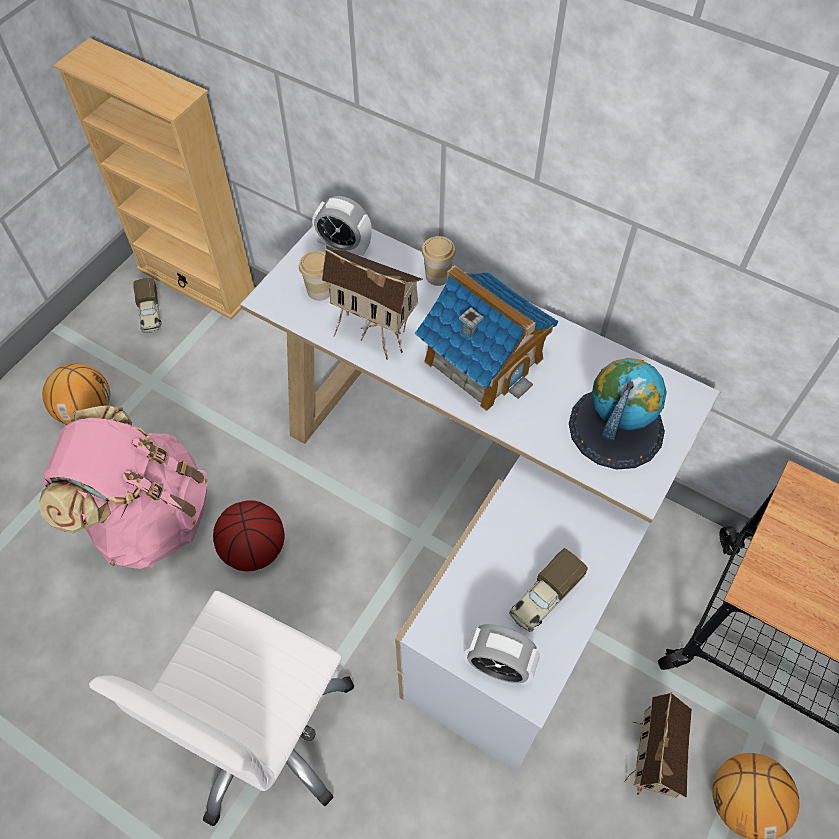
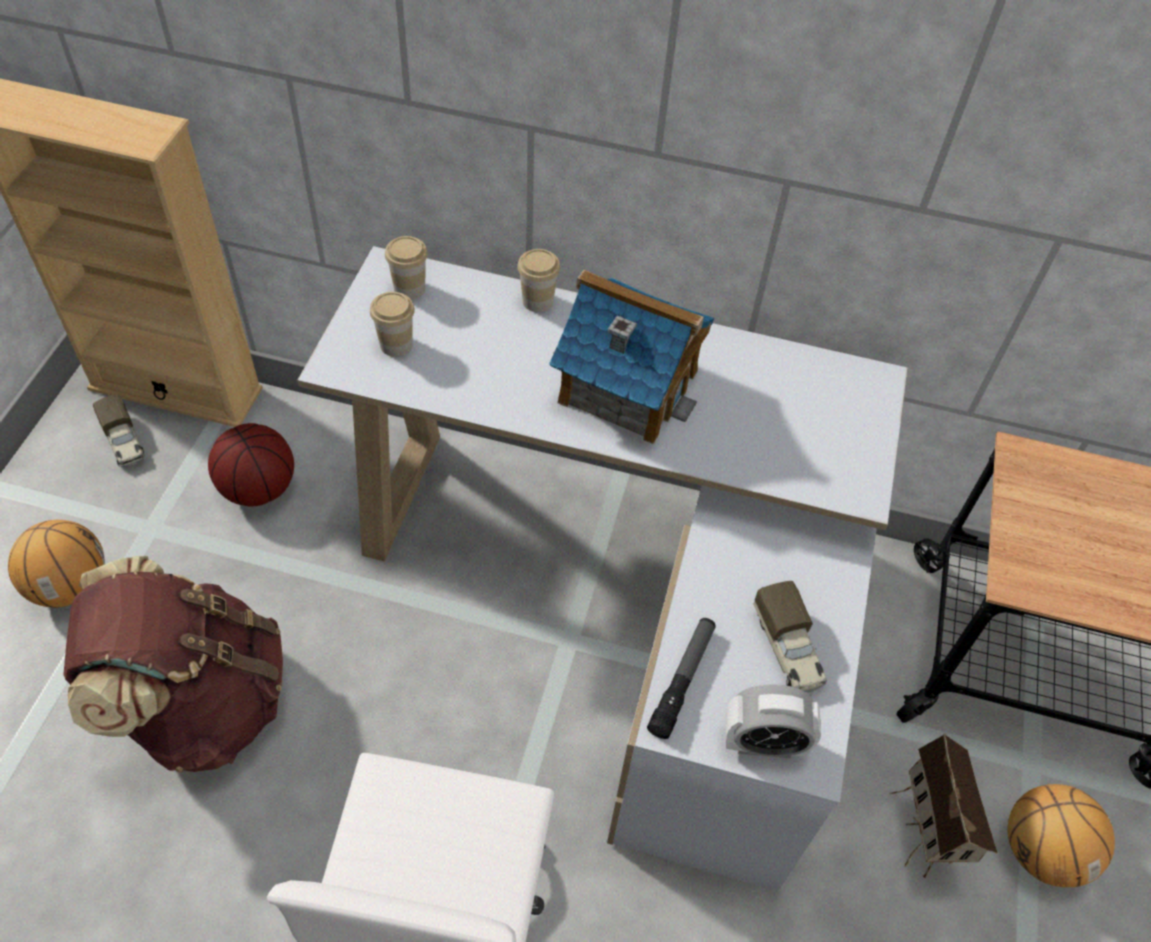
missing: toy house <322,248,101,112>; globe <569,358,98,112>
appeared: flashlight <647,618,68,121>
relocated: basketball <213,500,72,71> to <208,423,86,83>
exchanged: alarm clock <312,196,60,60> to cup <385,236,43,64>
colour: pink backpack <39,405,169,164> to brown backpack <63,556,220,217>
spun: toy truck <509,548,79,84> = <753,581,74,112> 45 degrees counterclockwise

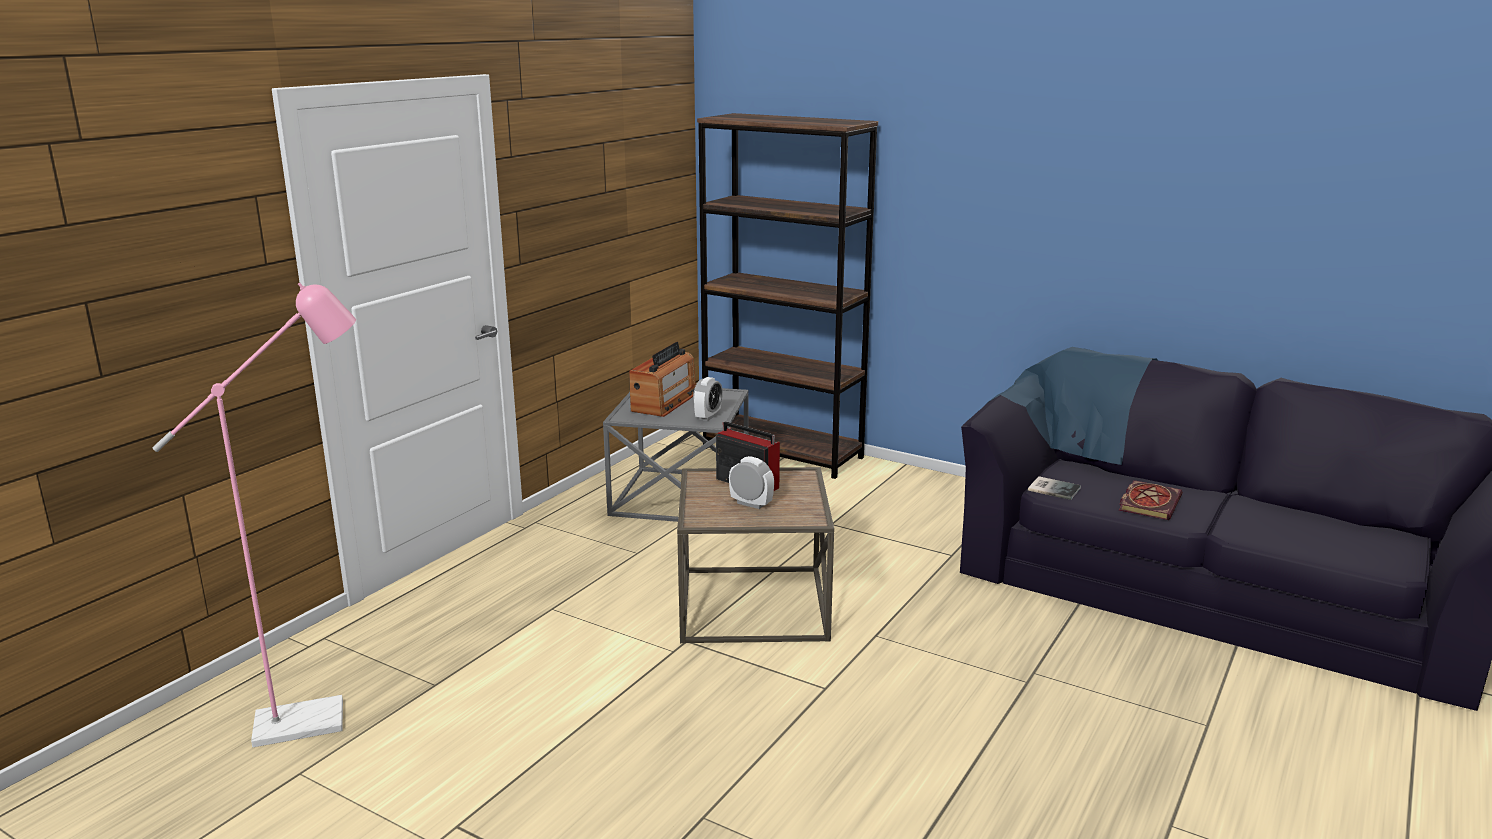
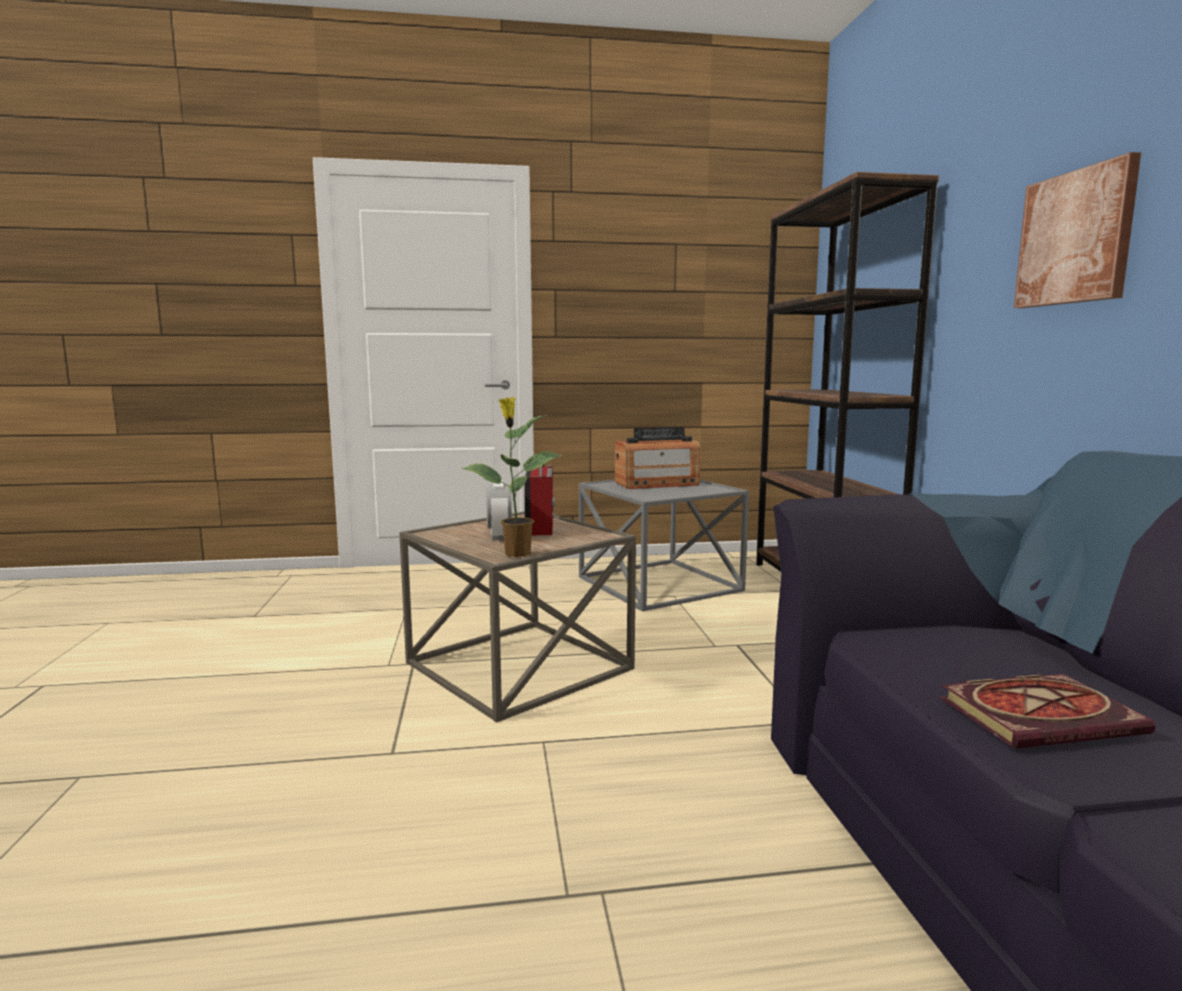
missing: pink floor lamp <152,283,204,464>; alarm clock <693,377,30,44>; book <1028,476,53,24>
appeared: potted plant <461,397,102,160>; picture <1014,152,127,156>

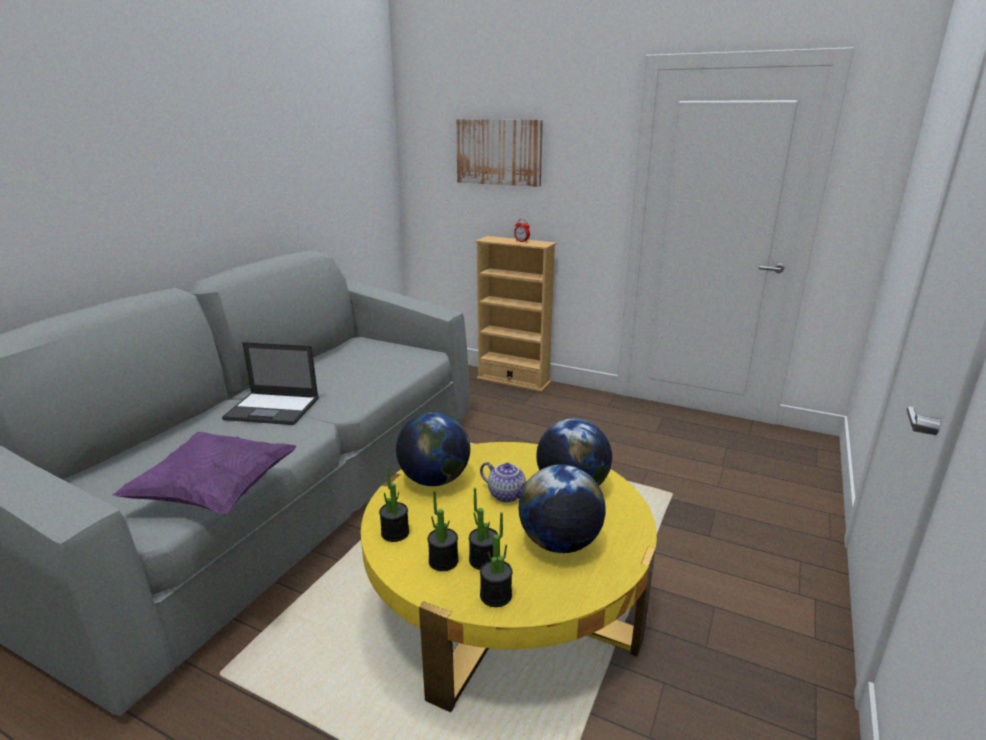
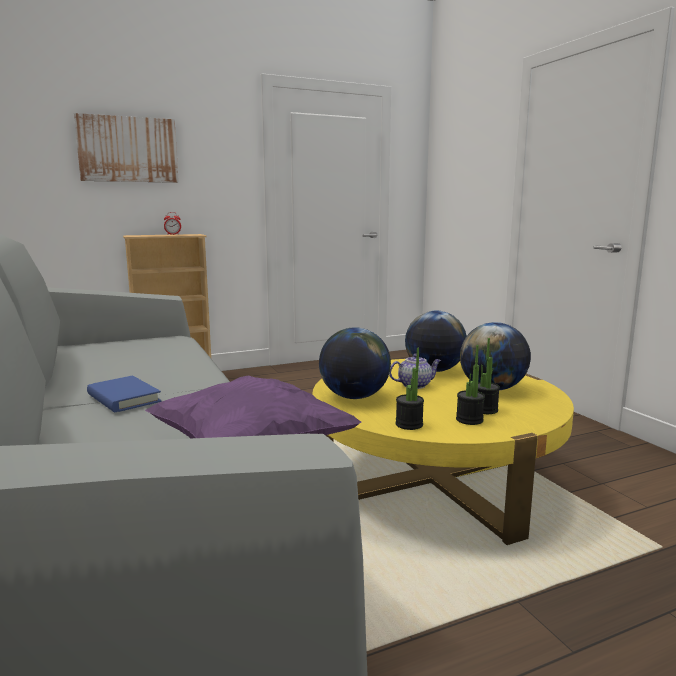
missing: potted plant <480,512,32,95>
exchanged: laptop <222,342,97,83> to blue book <87,376,74,36>

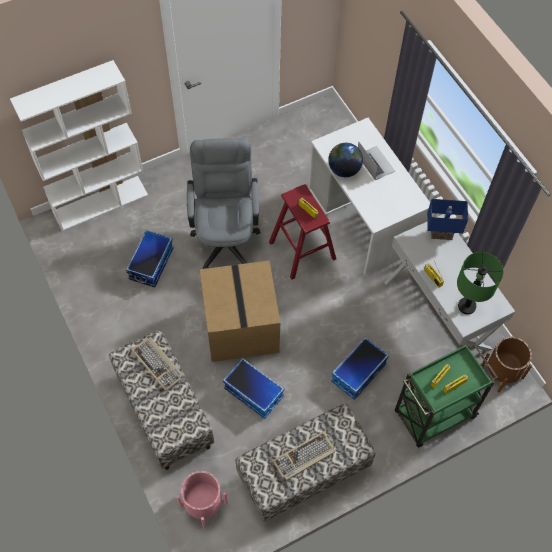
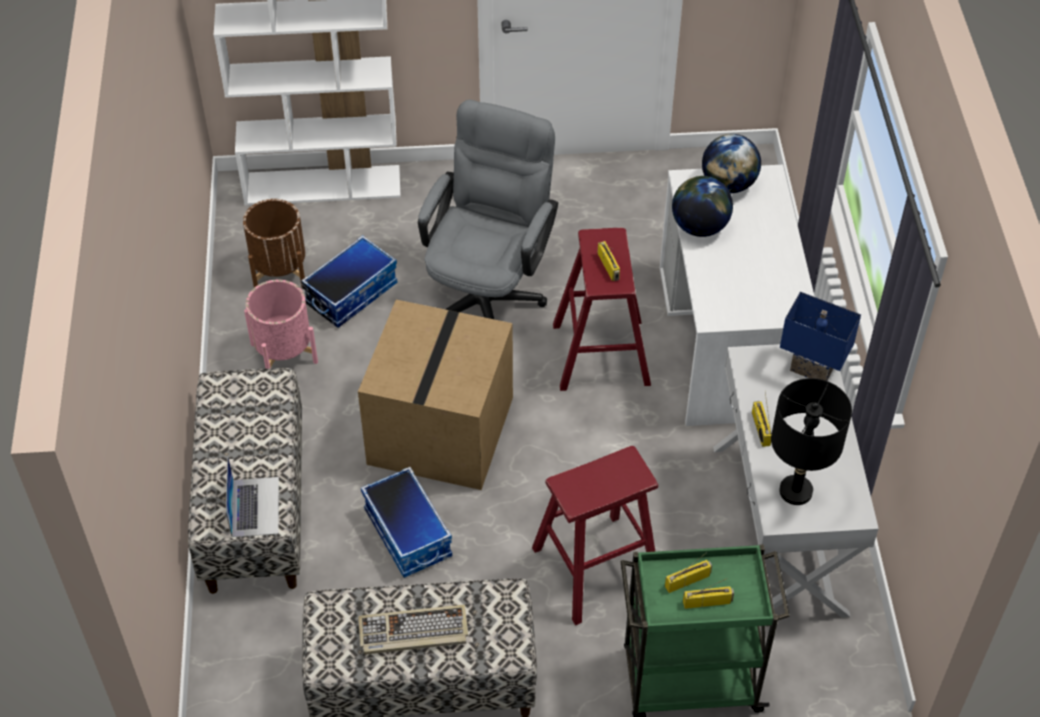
missing: keyboard <131,337,52,54>
appeared: globe <702,134,59,59>
relocated: pink planter <177,471,51,58> to <244,280,74,89>; laptop <358,142,37,38> to <226,455,53,82>; brown planter <481,337,51,56> to <243,199,62,90>
exchanged: storage box <331,337,58,63> to red stool <532,446,126,179>
colour: green table lamp <457,252,47,63> to black table lamp <771,378,81,127>

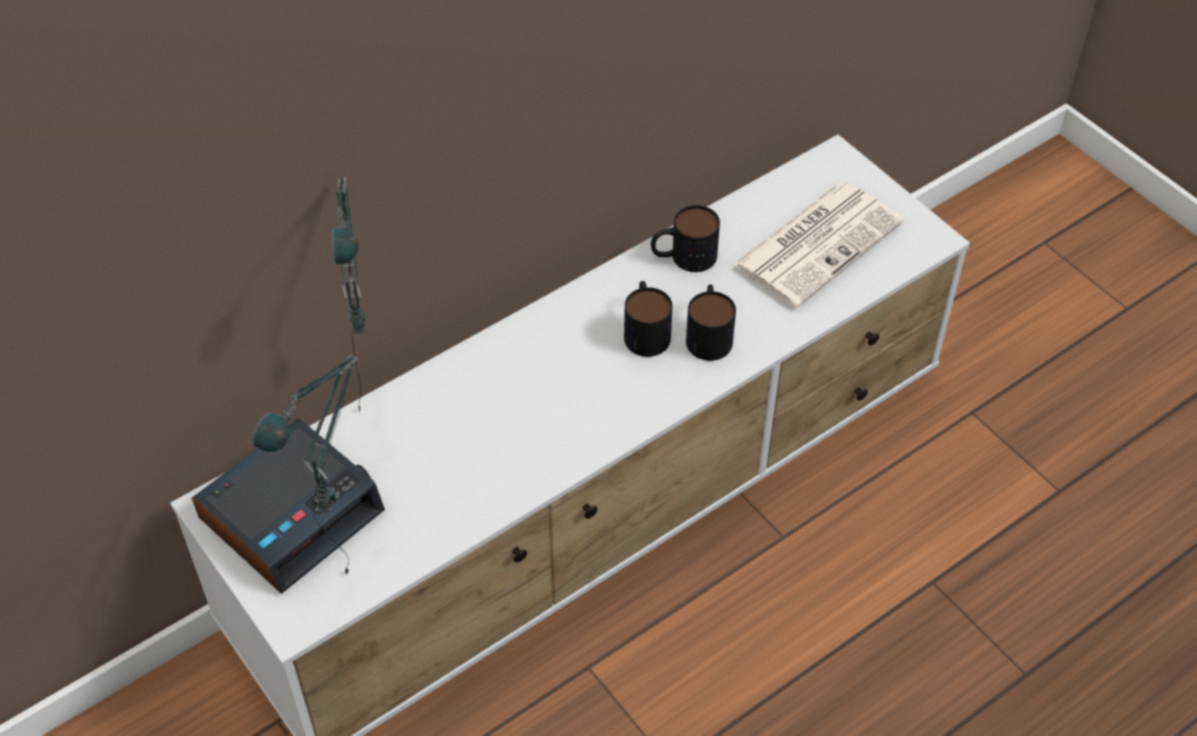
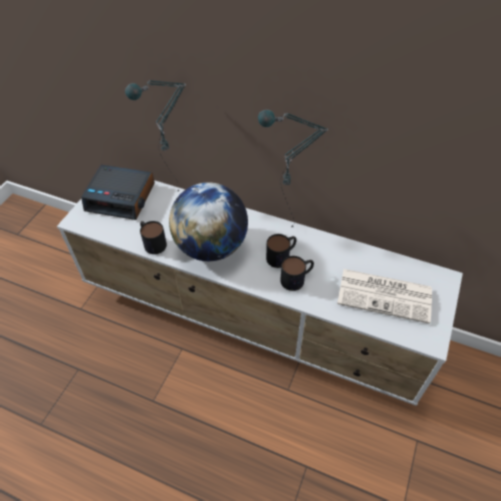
appeared: globe <169,182,79,79>
relocated: table lamp <253,355,105,220> to <258,110,70,117>; mug <651,205,69,67> to <140,221,27,33>

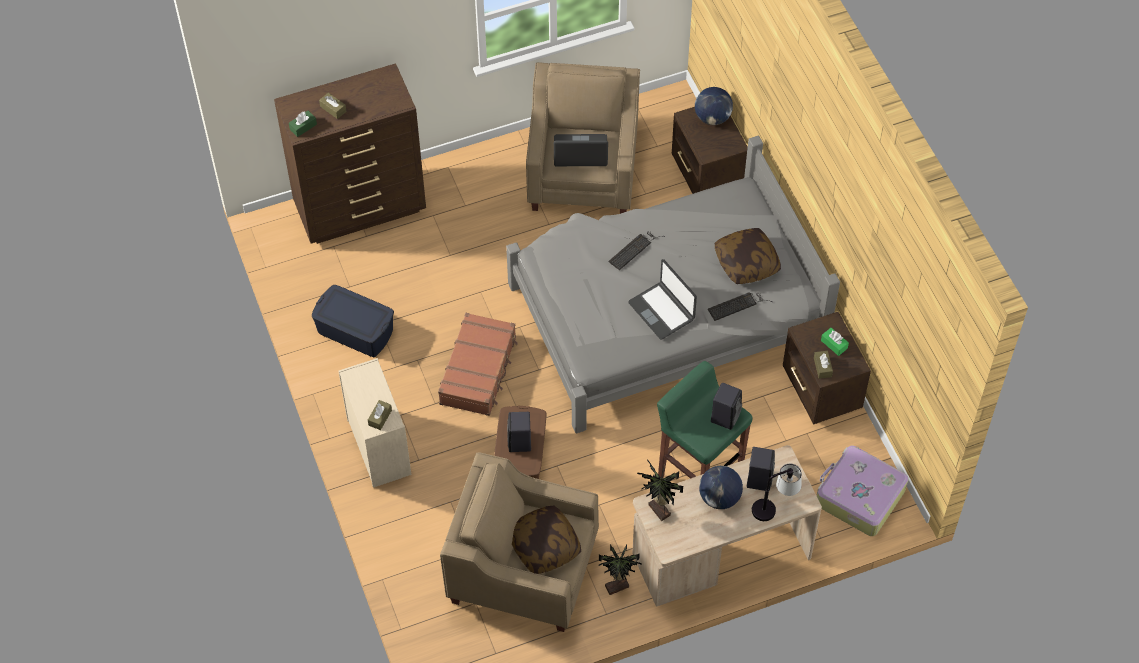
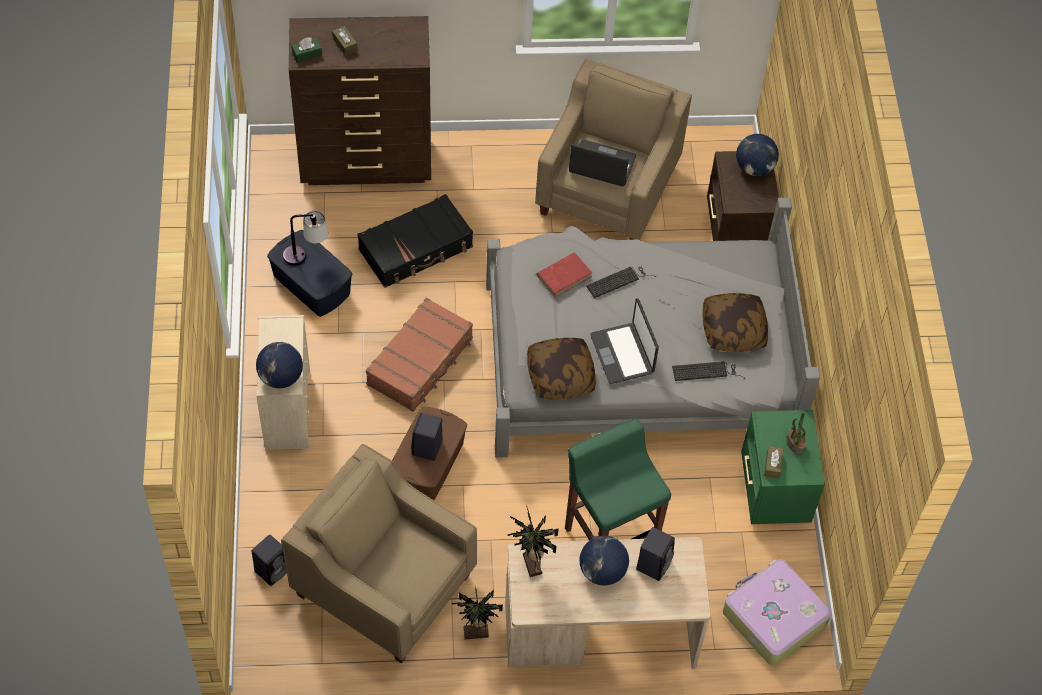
appeared: black suitcase <357,194,116,94>; red book <537,253,55,44>
relocated: pillow <512,505,69,69> to <527,338,69,61>; black speaker <711,383,31,47> to <252,535,35,51>; table lamp <751,463,51,58> to <283,211,45,55>
exchanged: brown tissue box <368,400,24,30> to globe <256,342,47,46>; green tissue box <821,328,28,28> to potted plant <786,413,21,42>
colour: brown nightstand <783,312,88,112> to green nightstand <741,410,84,114>

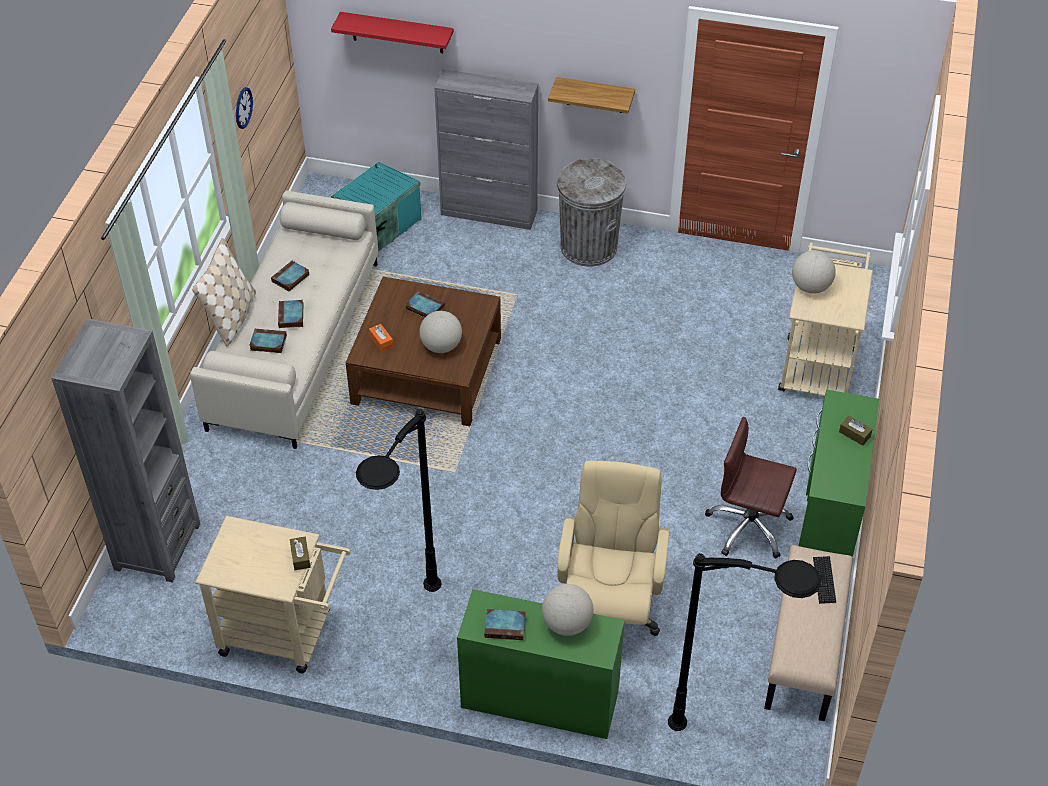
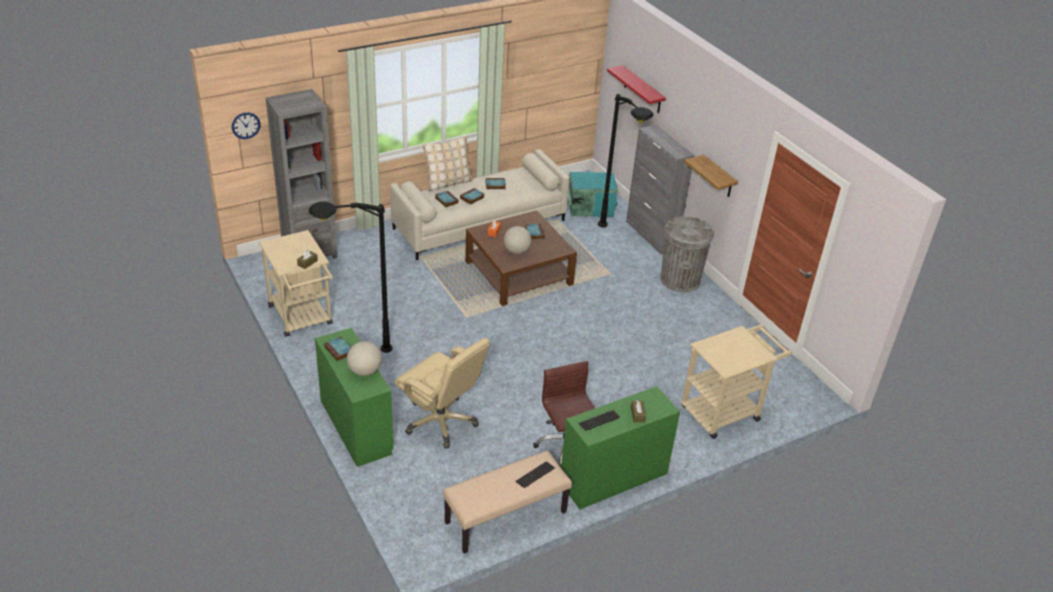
missing: globe <792,251,44,43>
appeared: keyboard <578,410,42,21>
relocated: wall clock <236,87,17,42> to <232,113,29,26>; black floor lamp <668,553,153,178> to <598,94,55,134>
spun: beige office chair <557,460,112,176> = <395,338,95,110> 75 degrees clockwise

